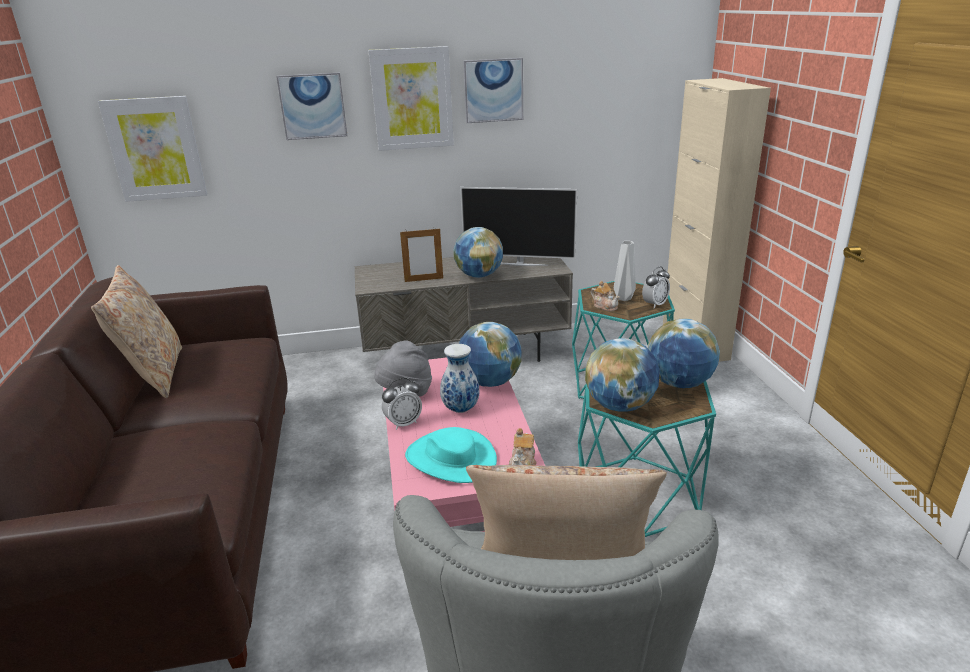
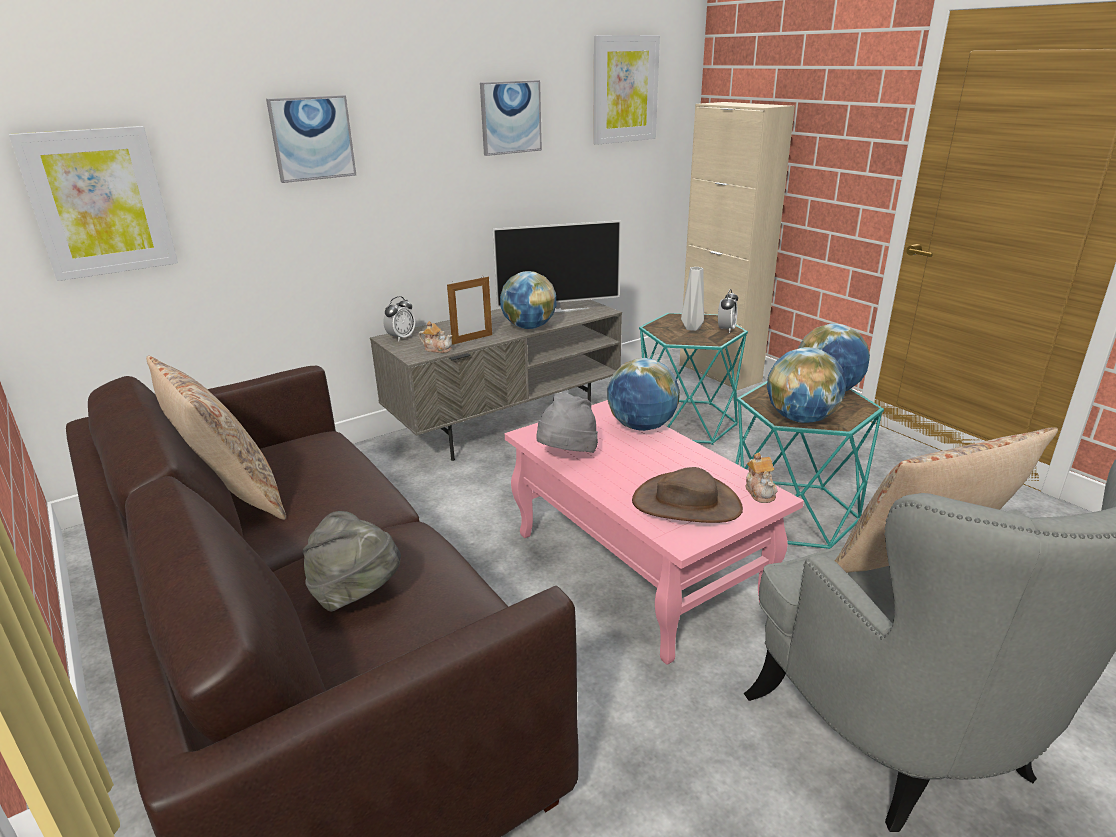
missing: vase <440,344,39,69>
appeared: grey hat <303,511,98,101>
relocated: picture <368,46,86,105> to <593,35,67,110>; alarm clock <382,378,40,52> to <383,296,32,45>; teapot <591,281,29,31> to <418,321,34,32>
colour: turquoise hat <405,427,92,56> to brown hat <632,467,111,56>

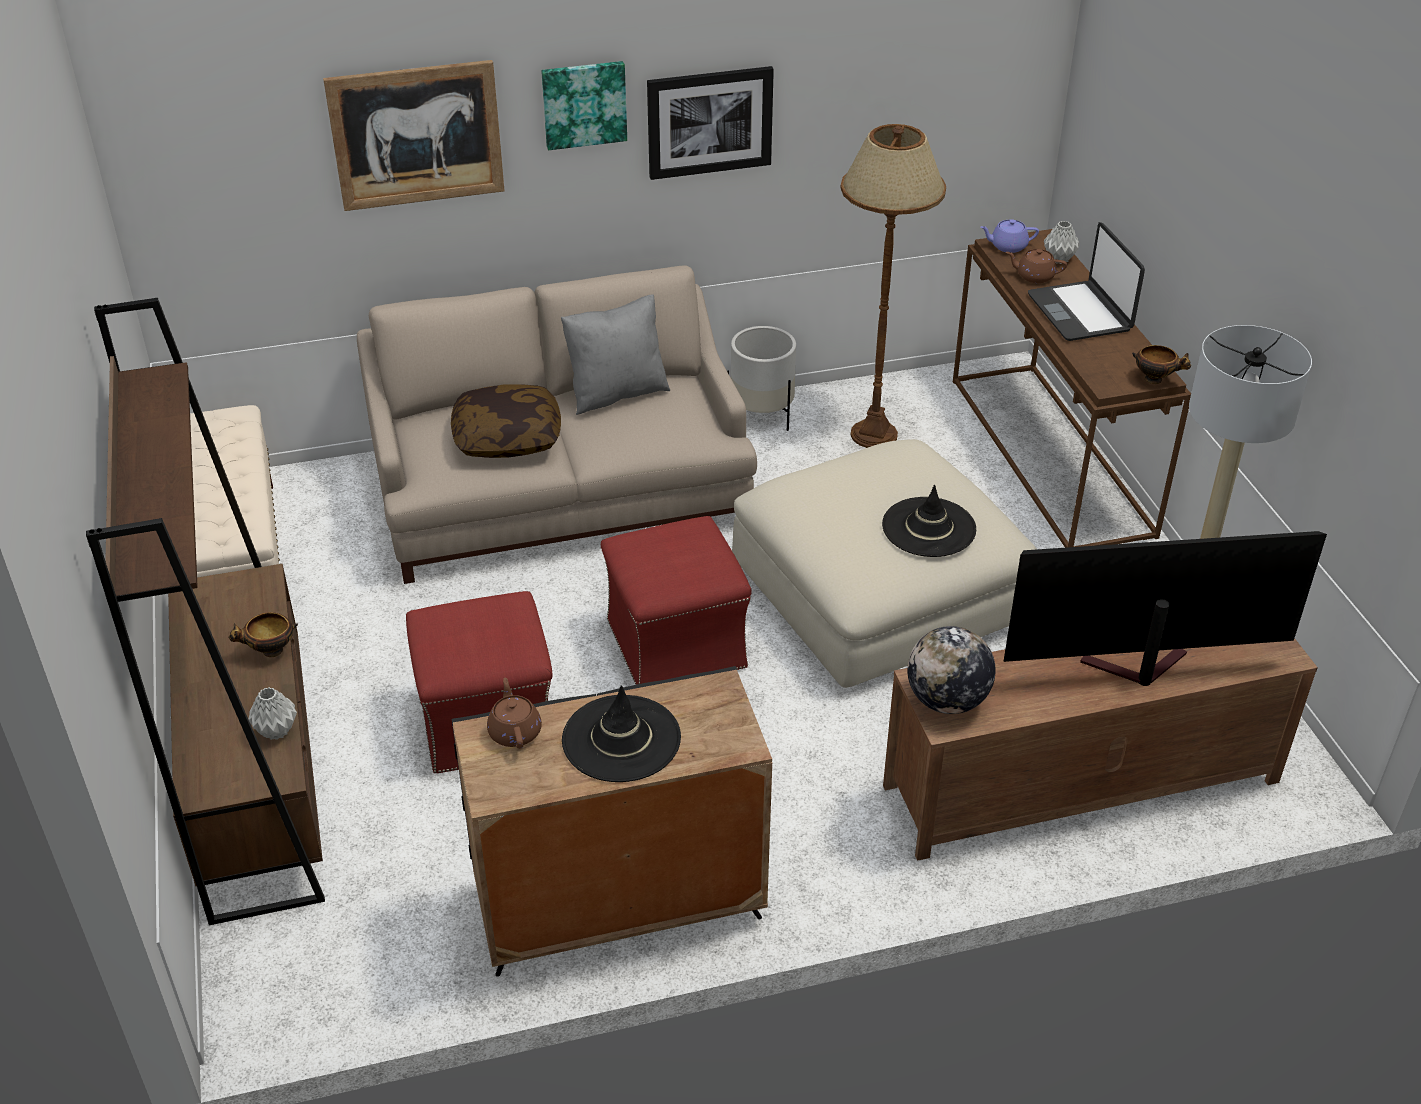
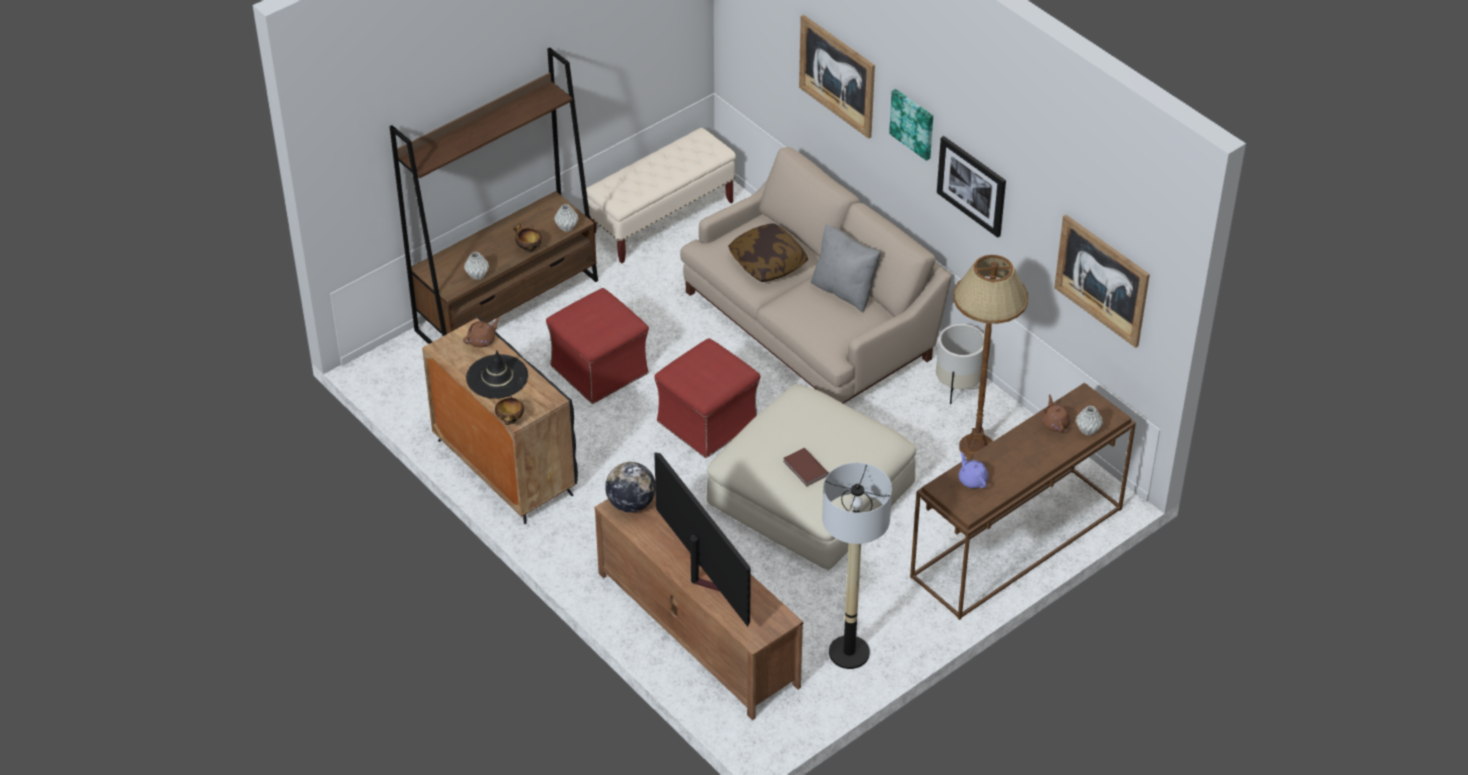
missing: laptop <1028,222,117,119>
appeared: grey vase <554,204,25,28>; picture <1054,215,96,133>
relocated: purple teapot <980,219,59,34> to <959,452,29,36>; bowl <1132,345,59,39> to <495,396,29,29>
exchanged: black hat <882,485,94,72> to brown book <783,448,46,38>

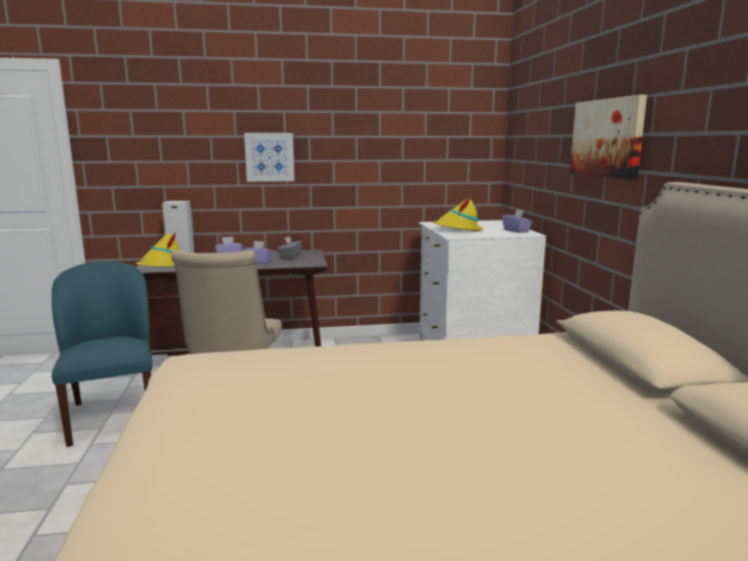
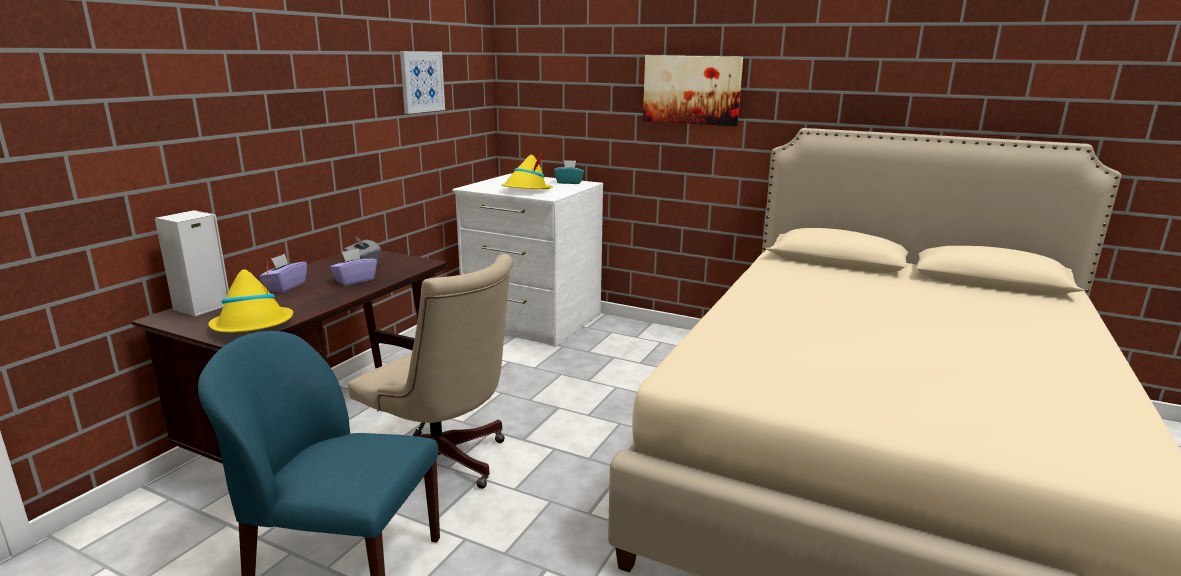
relocated: picture <244,133,50,49> to <400,51,45,63>
colour: purple tissue box <502,209,31,24> to turquoise tissue box <554,160,30,24>

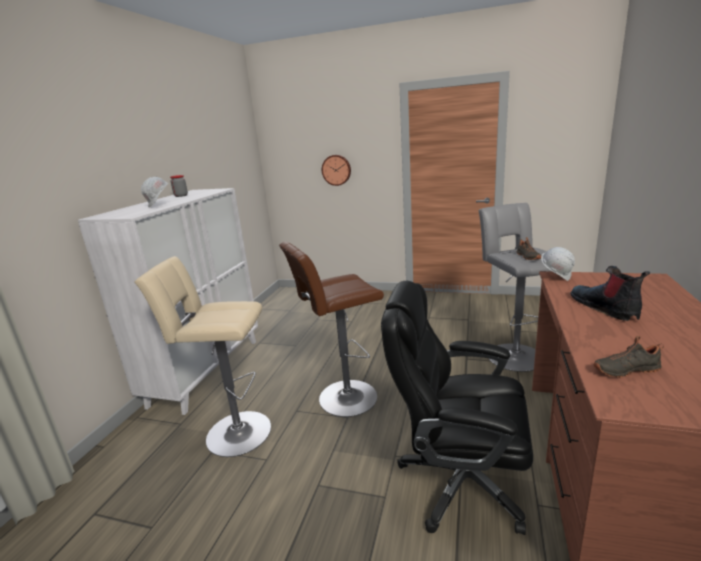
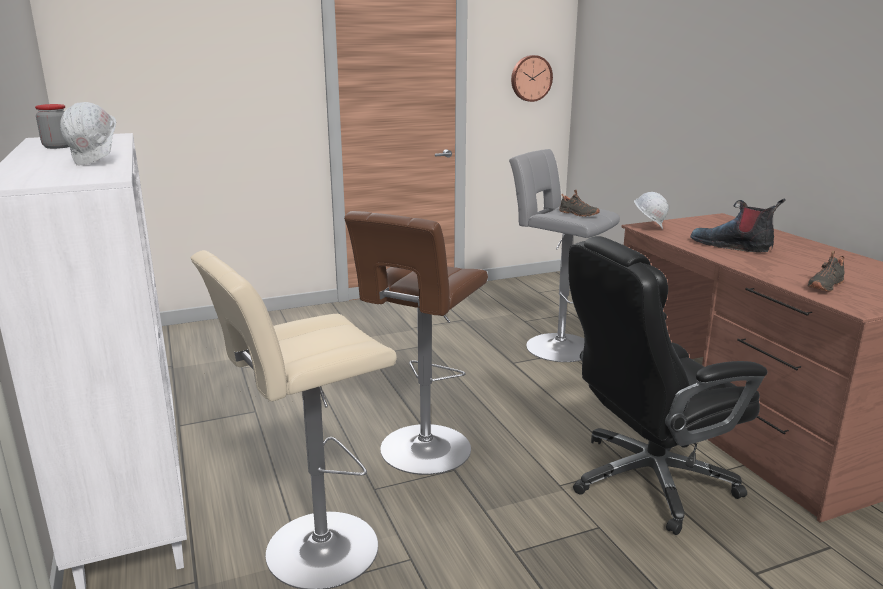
relocated: wall clock <322,155,29,31> to <511,55,42,47>

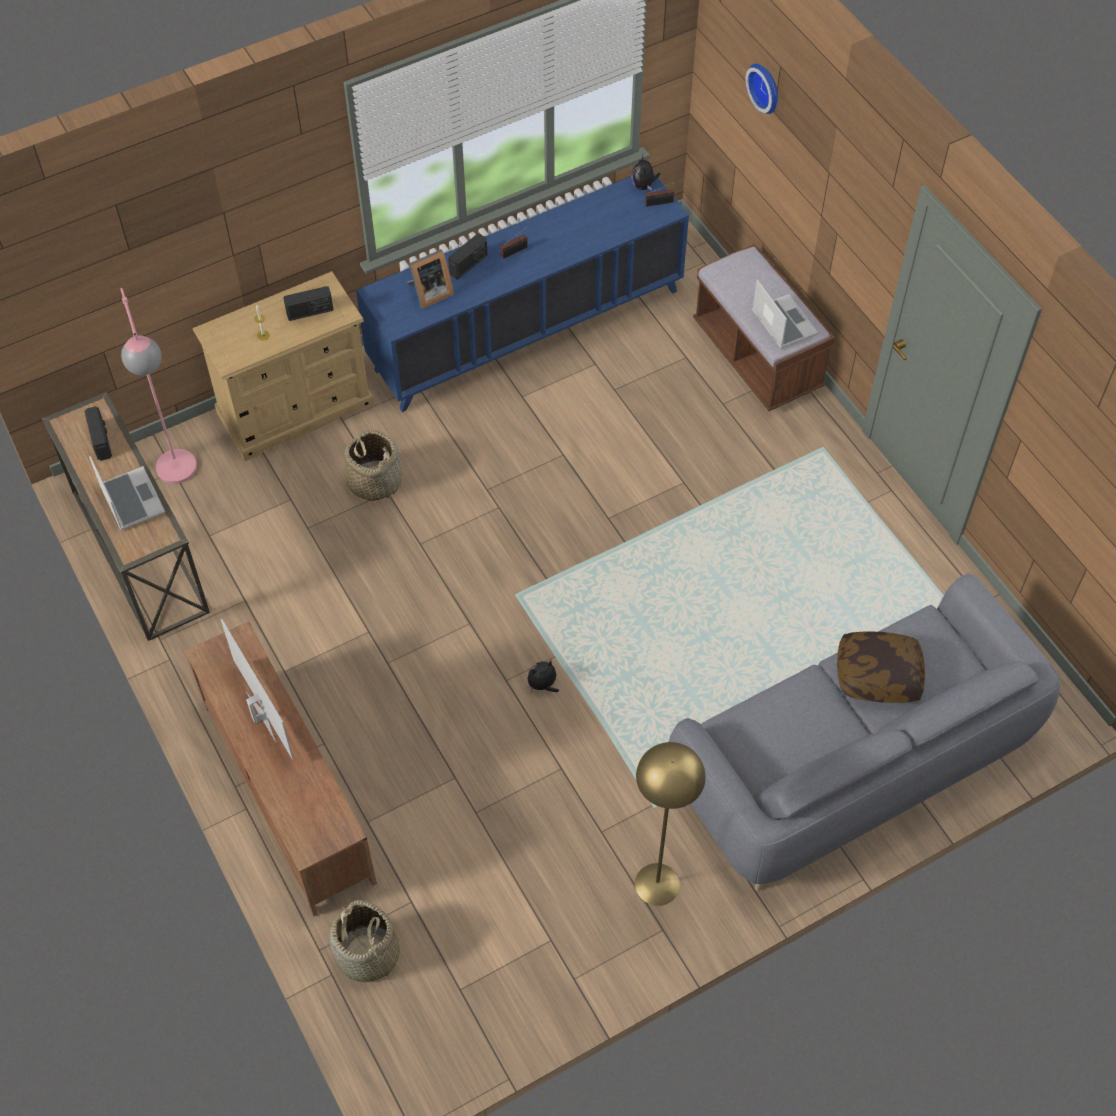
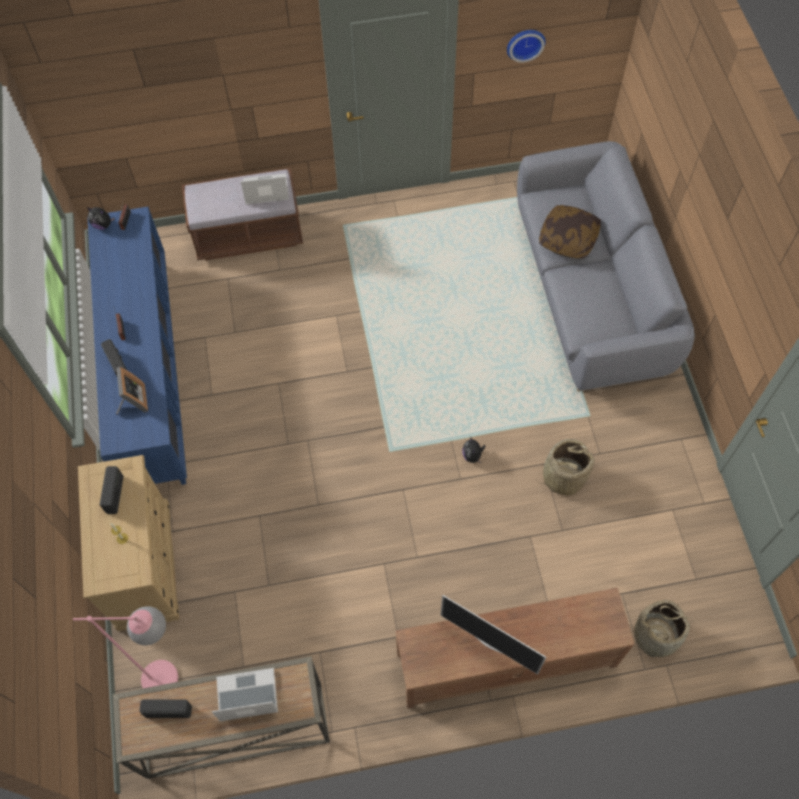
missing: yellow floor lamp <635,742,70,164>
relocated: basket <345,430,56,71> to <535,439,60,56>; wall clock <746,64,32,50> to <507,30,39,33>
spun: television <221,619,73,142> = <440,595,107,80> 135 degrees counterclockwise

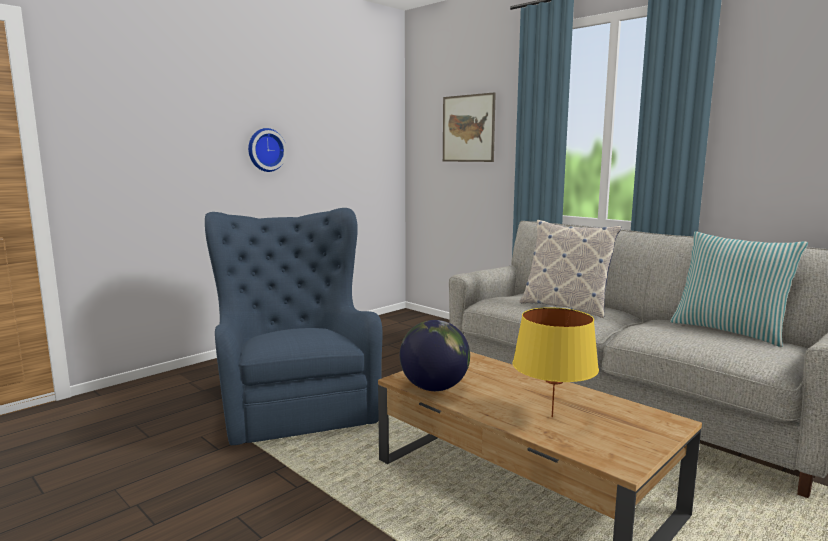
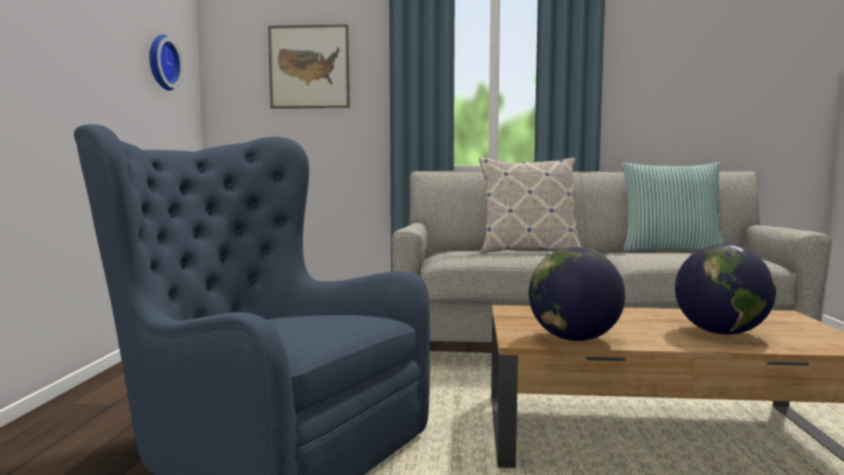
relocated: wall clock <248,128,39,44> to <149,34,34,57>
exchanged: yellow table lamp <512,307,87,110> to globe <675,244,101,91>

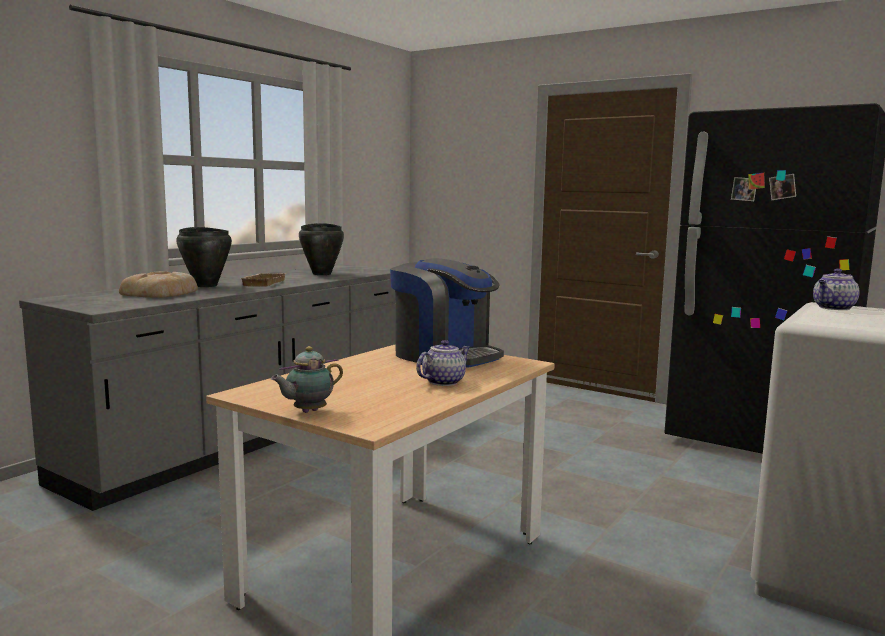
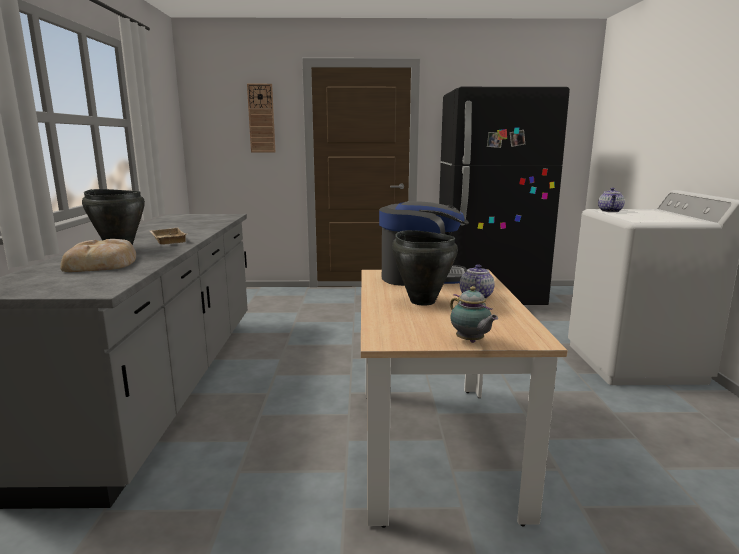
appeared: wall clock <247,84,28,68>
relocated: black cooking pot <299,223,45,52> to <392,230,66,75>
spun: teapot <271,346,72,67> = <450,286,48,57> 45 degrees counterclockwise

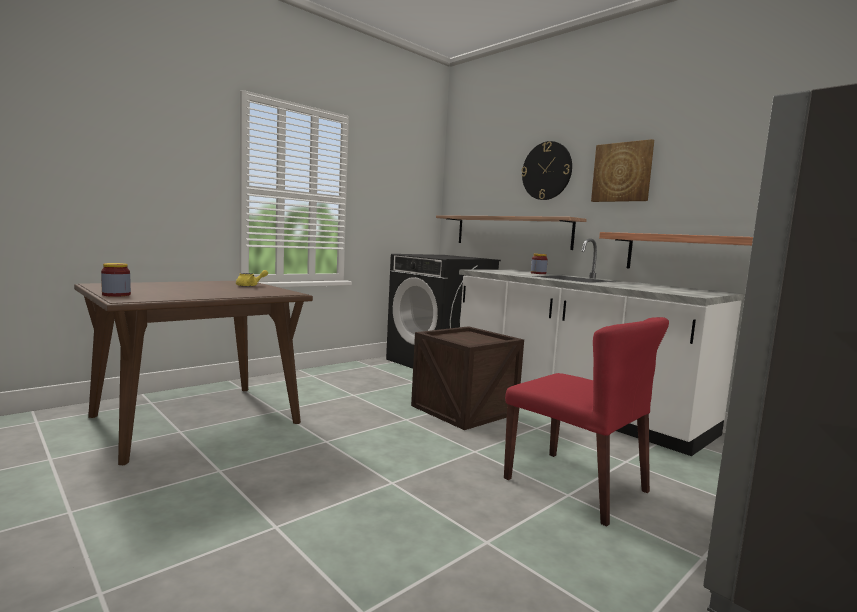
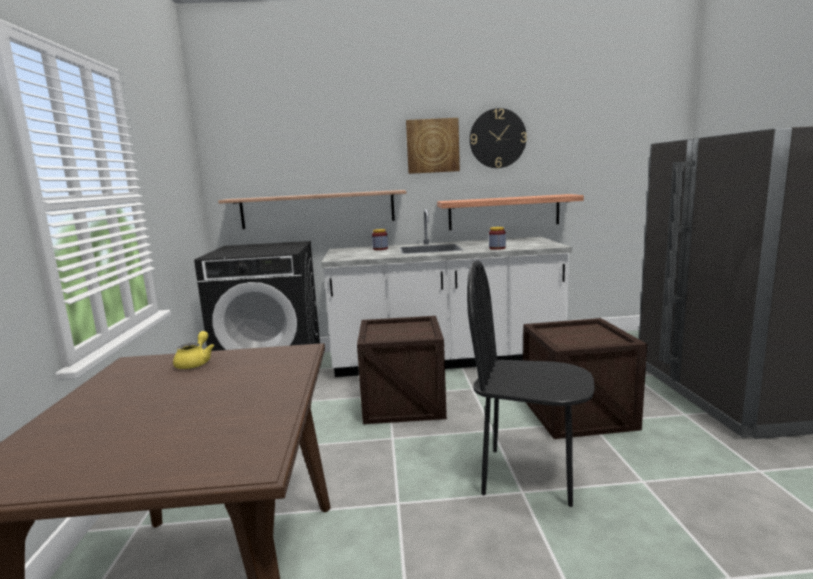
appeared: black chair <467,260,128,247>
relocated: jar <101,263,30,34> to <489,227,17,23>; wall clock <521,141,51,59> to <469,108,58,60>
exchanged: red chair <504,317,165,210> to crate <523,318,124,121>

